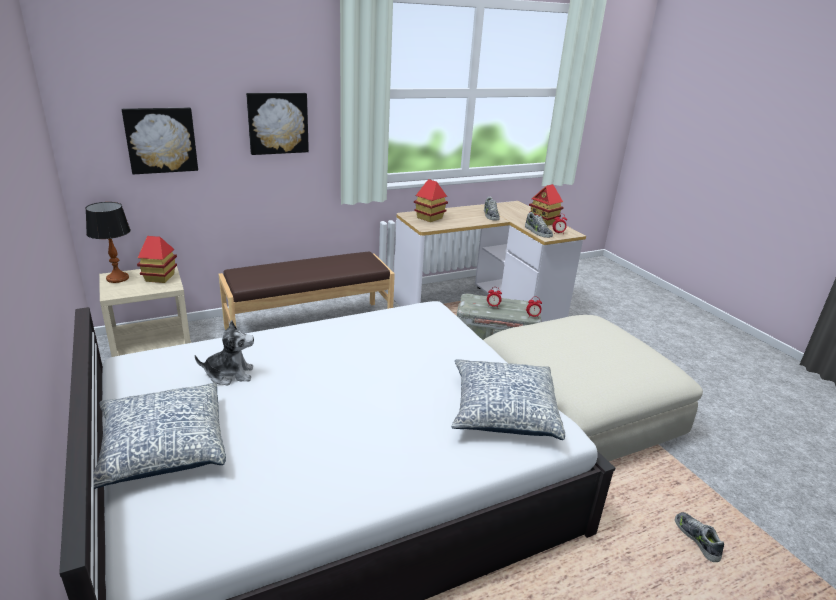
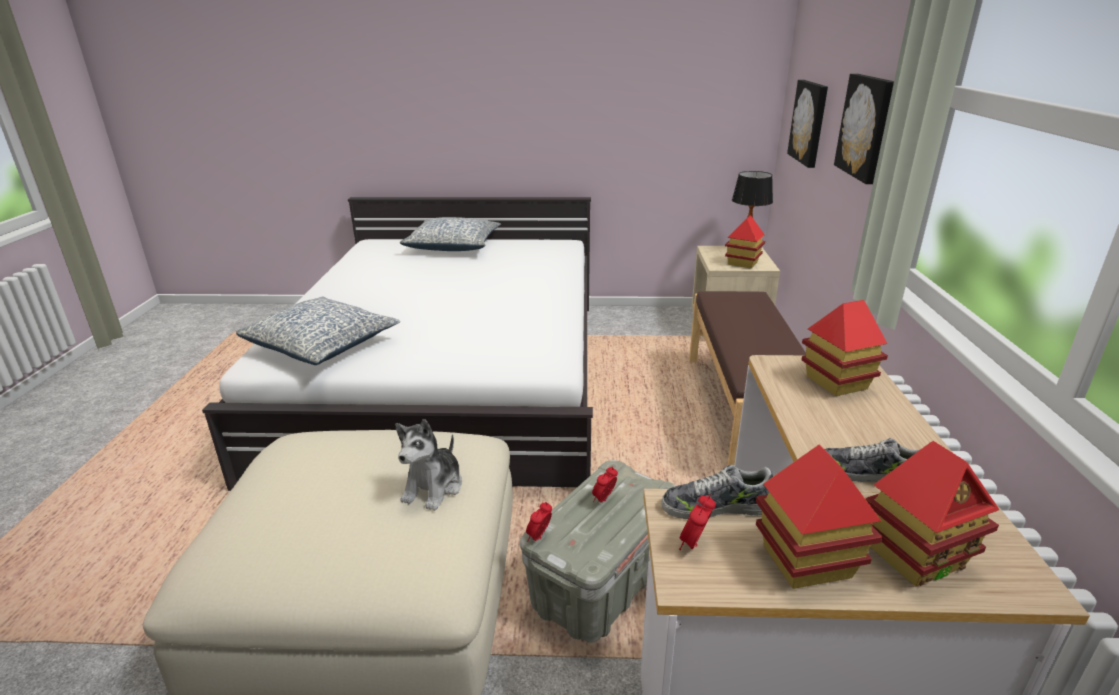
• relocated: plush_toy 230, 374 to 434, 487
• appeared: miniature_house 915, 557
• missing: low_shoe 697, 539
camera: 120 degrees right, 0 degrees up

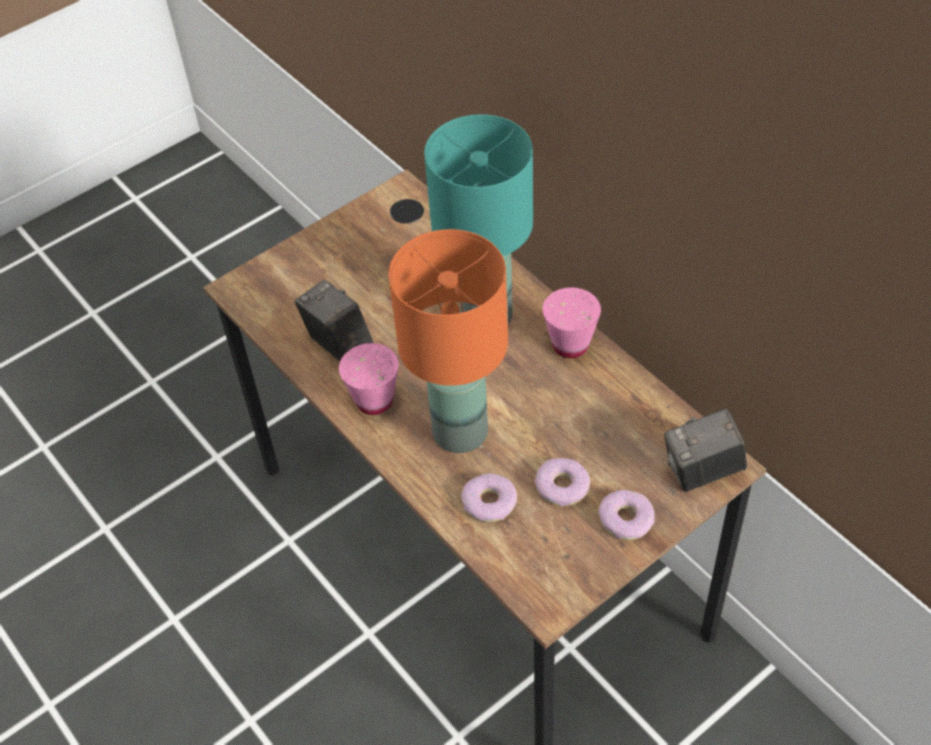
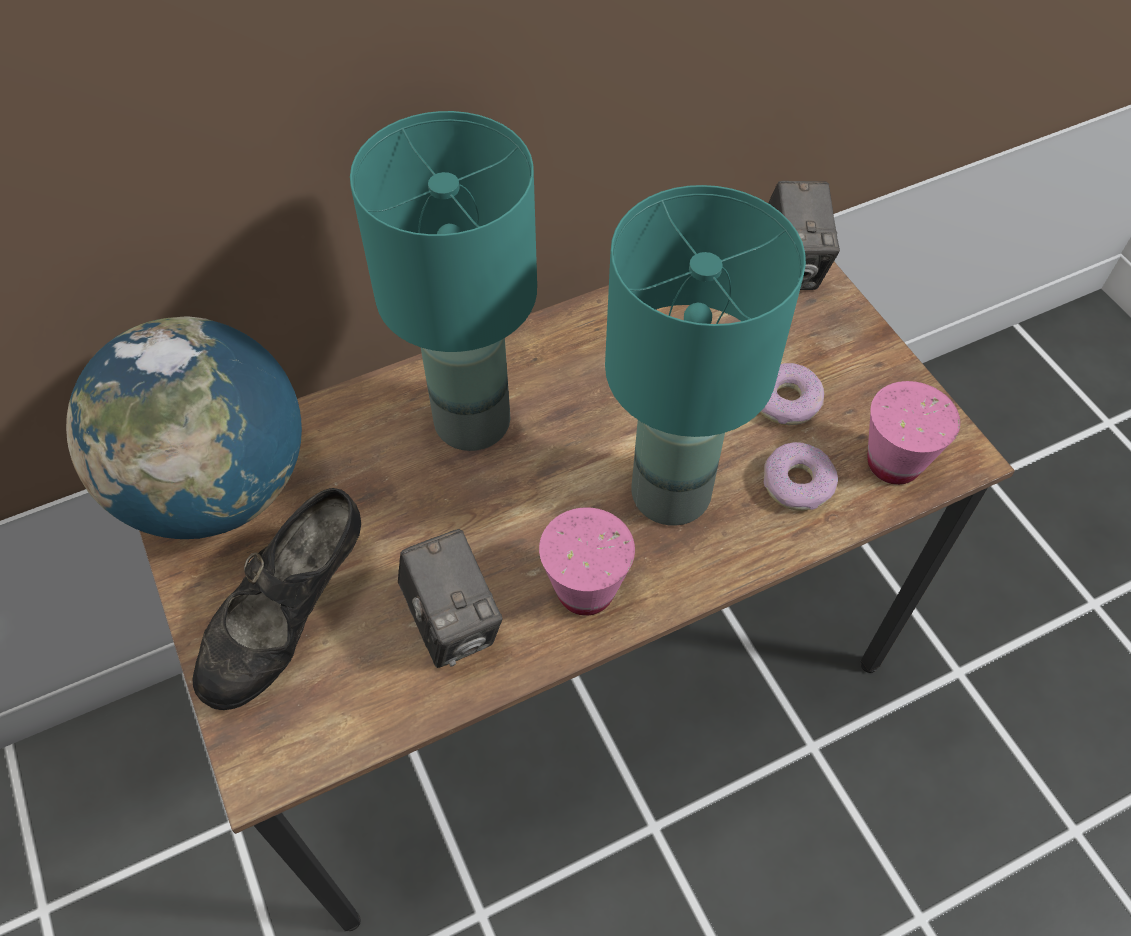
• appeared: world_globe 218, 488
• appeared: blackish_low_shoe 289, 621
• spun: still_camera 337, 343 = 453, 622 90 degrees counterclockwise
• colour: orange_tabletop_lamp 458, 431 to blue-green_tabletop_lamp 670, 495
• relocated: pinkish_cup 570, 345 to 893, 463
• missing: ring_doughnut 626, 519
camera: 80 degrees left, 5 degrees up

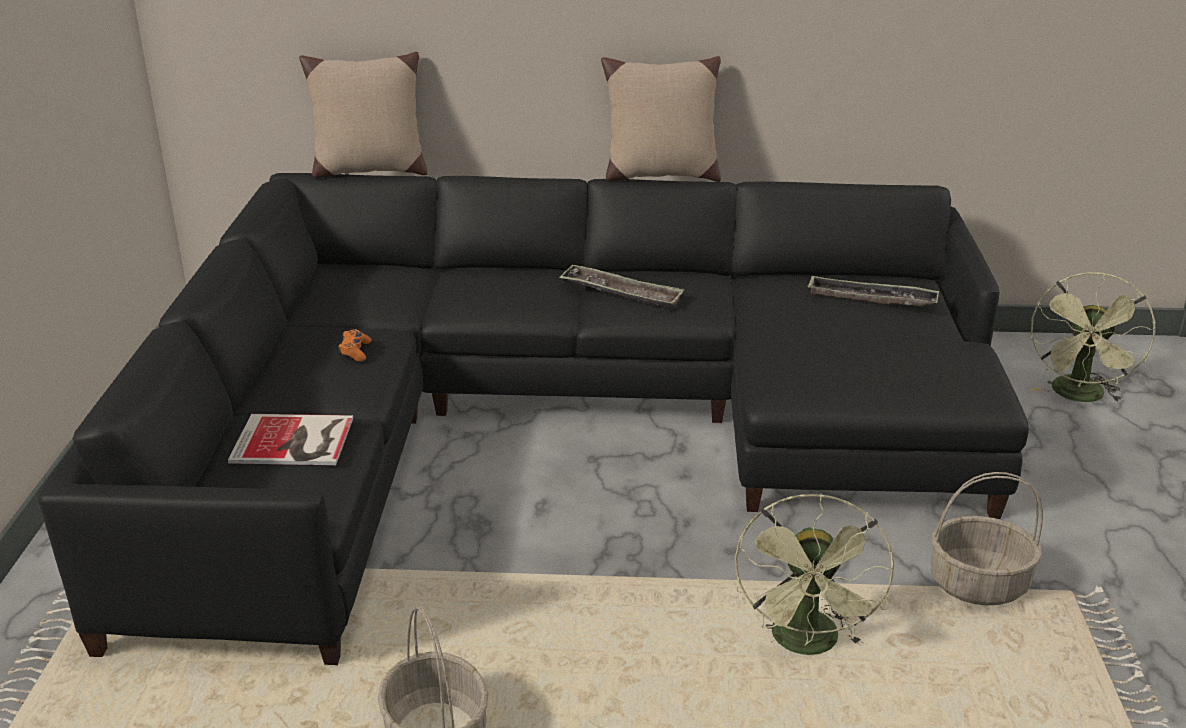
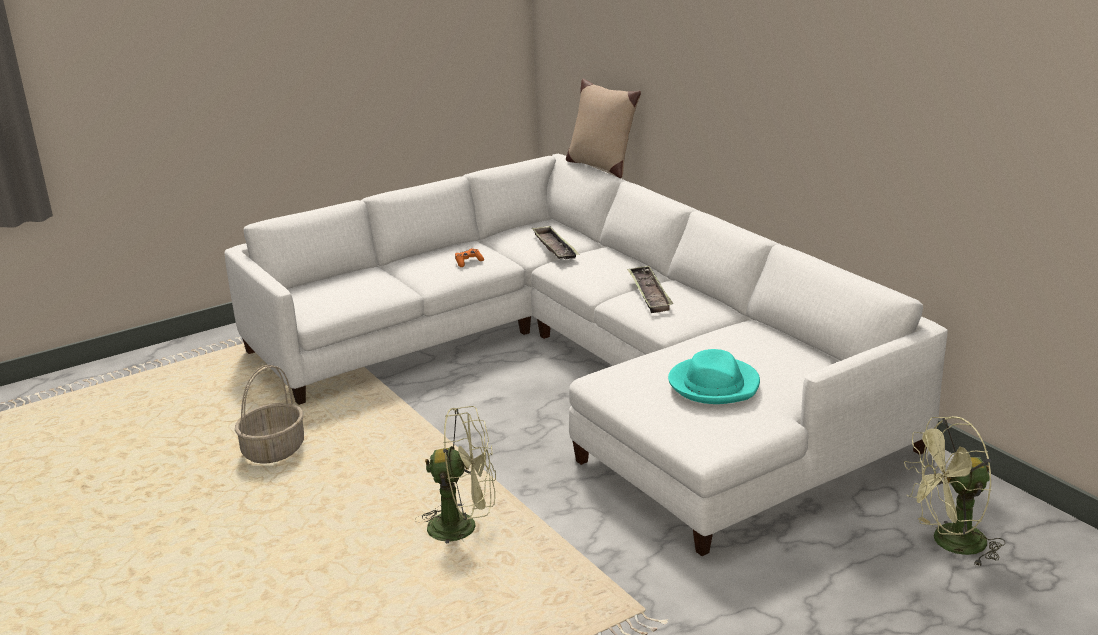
• colour: blackish_couch 553, 423 to whitish_couch 582, 369
• spun: greenish_cooling_fan 807, 645 = 463, 527 150 degrees counterclockwise
• relocated: tray 871, 298 to 554, 247
• appeared: blue-green_clothing_hat 714, 384
• missing: bound_book 295, 441
• missing: beige_cushion 660, 175
• missing: storage_basket 979, 584
camera: 55 degrees right, 5 degrees down

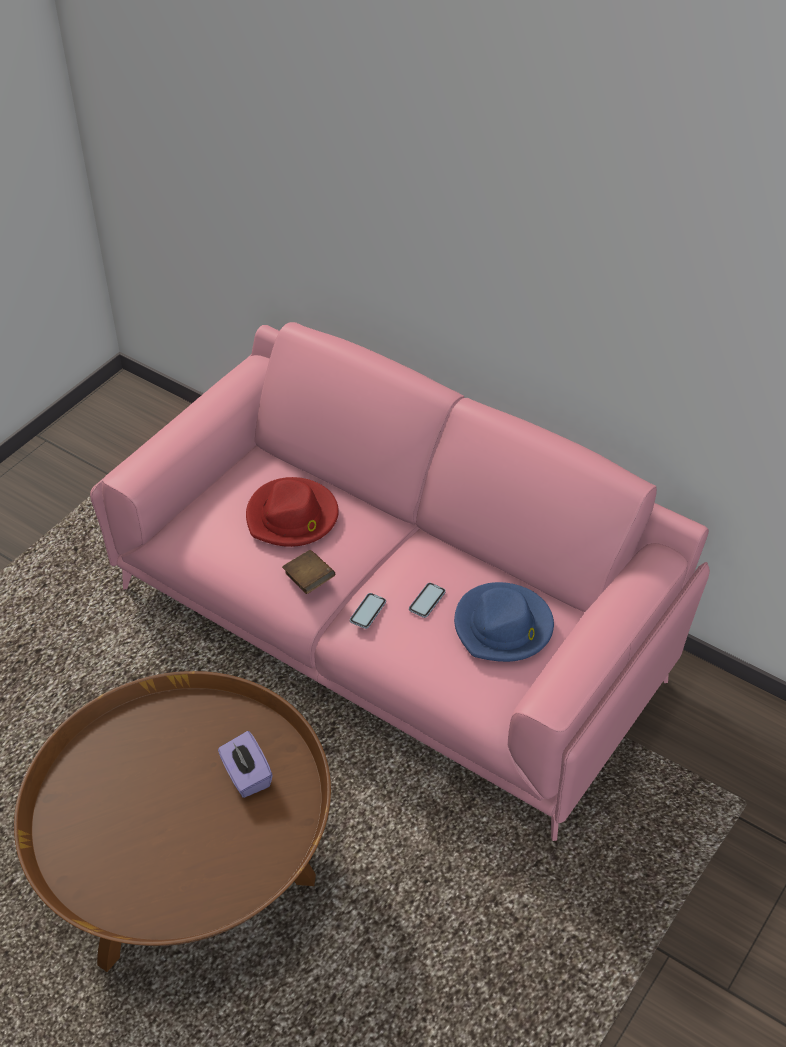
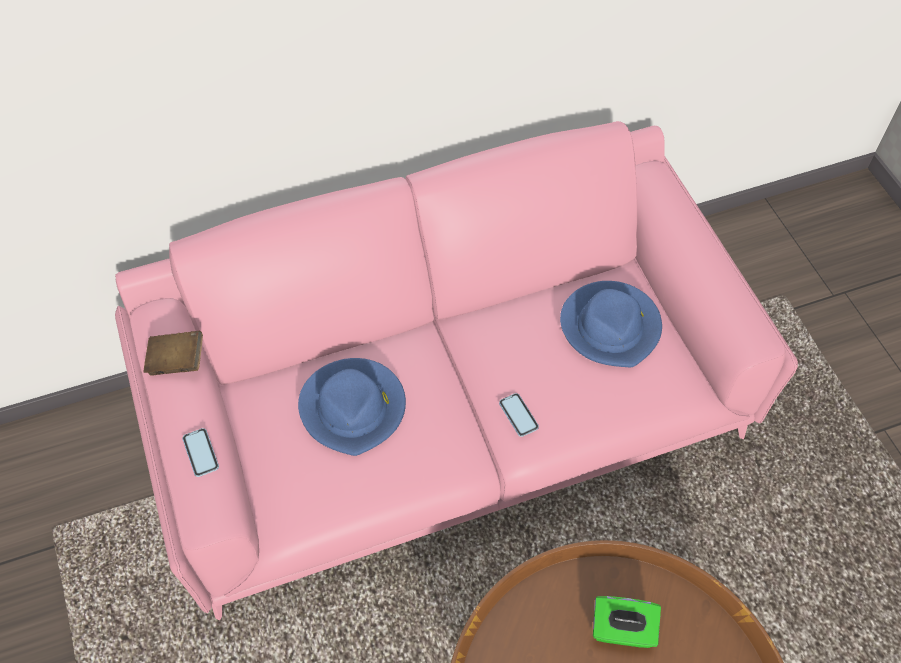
• relocated: brown_bound_book 309, 580 to 177, 361
• relocated: phone 427, 601 to 201, 453
• colour: reddish_clothing_hat 292, 517 to blue_clothing_hat 353, 408
• colour: purple_box_of_tissues 246, 776 to greenish_box_of_tissues 622, 630
camera: 55 degrees left, 10 degrees up

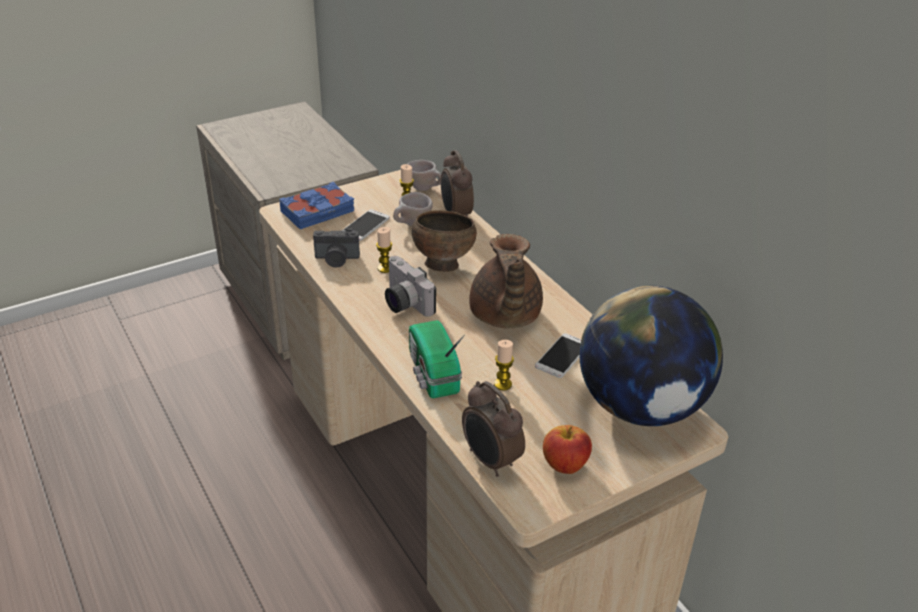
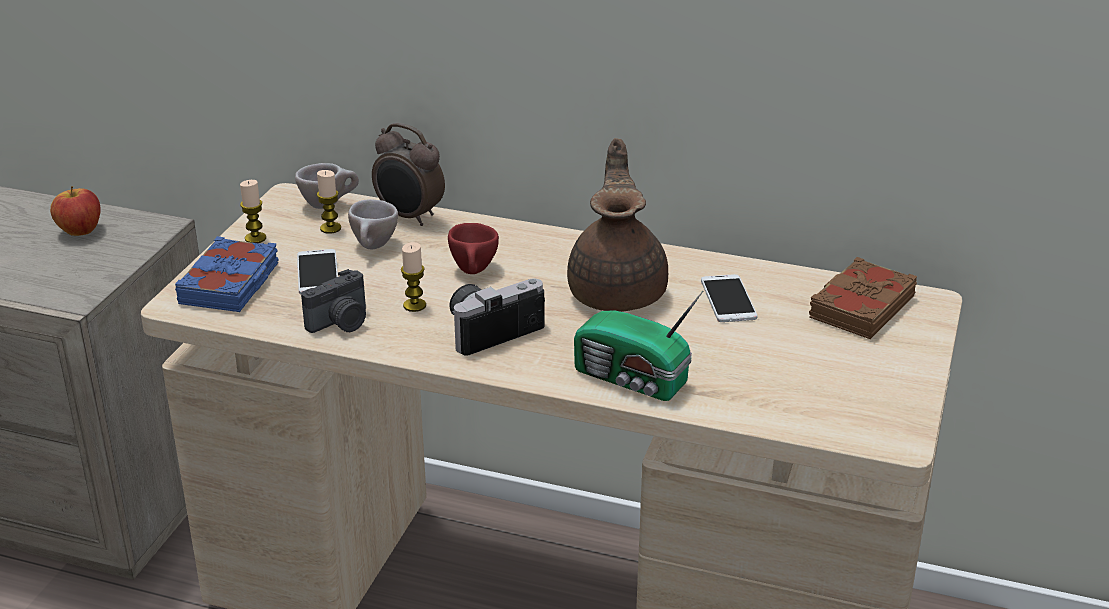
• relocated: whole_apple 565, 465 to 80, 231
• relocated: wax_candle 502, 384 to 255, 238
• exchanged: brown_serving_bowl 442, 265 to reddish_cup 474, 273
• spun: still_camera 403, 302 = 491, 329 135 degrees clockwise
• spun: brown_tea_pot 504, 316 = 618, 291 135 degrees counterclockwise
• exchanged: world_globe 641, 407 to brown_bound_book 860, 307
• missing: table_clock 490, 461
camera: 40 degrees left, 5 degrees down

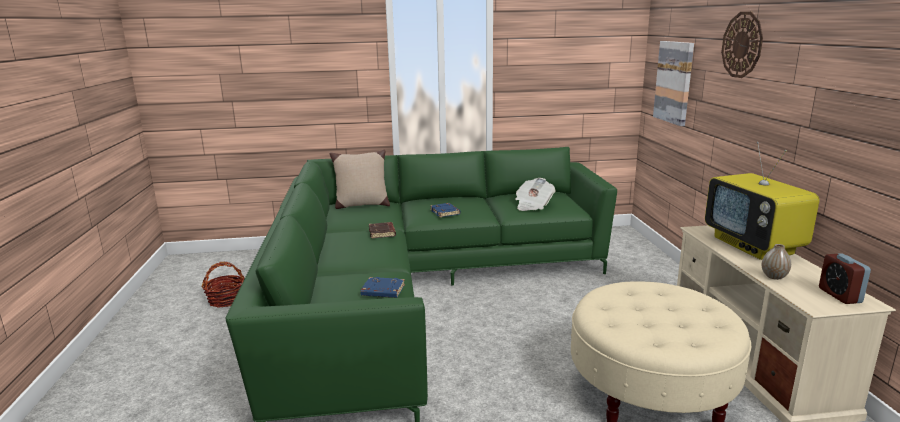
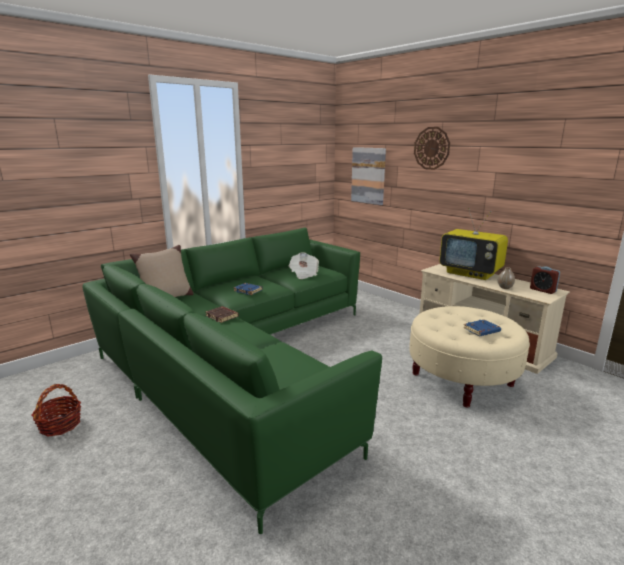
• relocated: blue_bound_book 382, 291 to 482, 330
camera: 35 degrees left, 0 degrees up

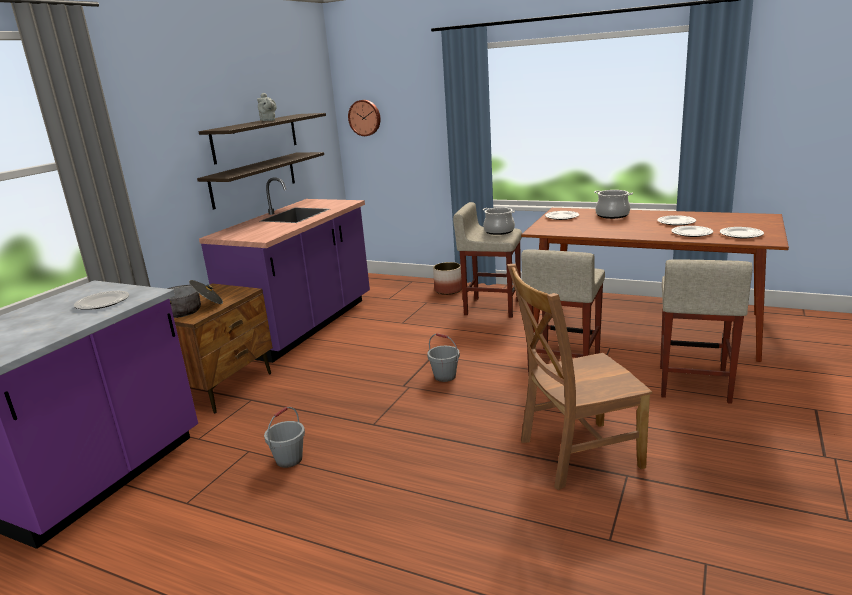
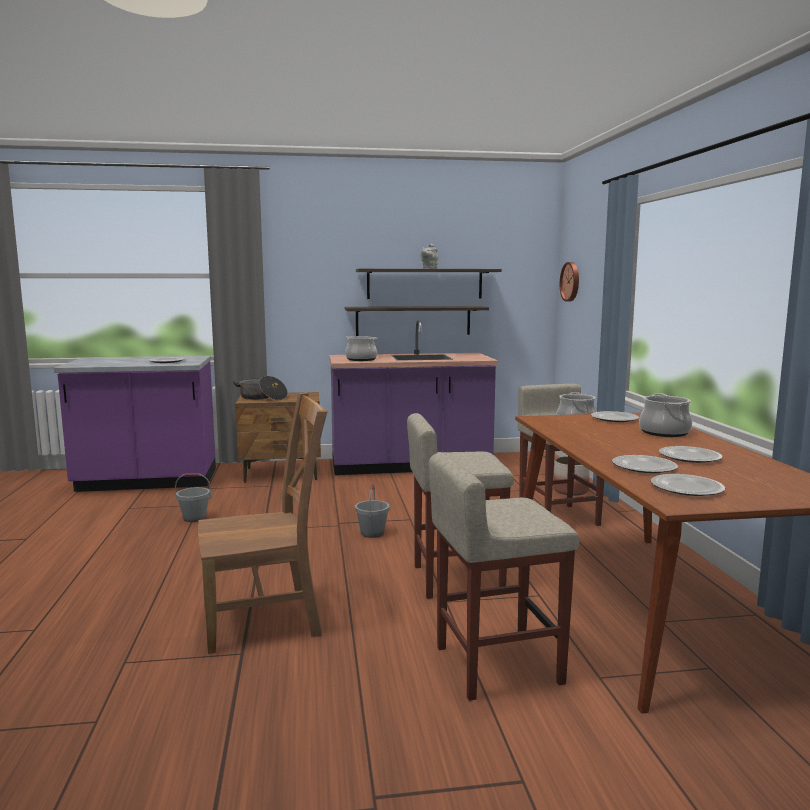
• spun: brown_plain_chair 575, 454 = 267, 619 120 degrees clockwise
• appeared: cooking_pot 361, 359
camera: 55 degrees right, 10 degrees down

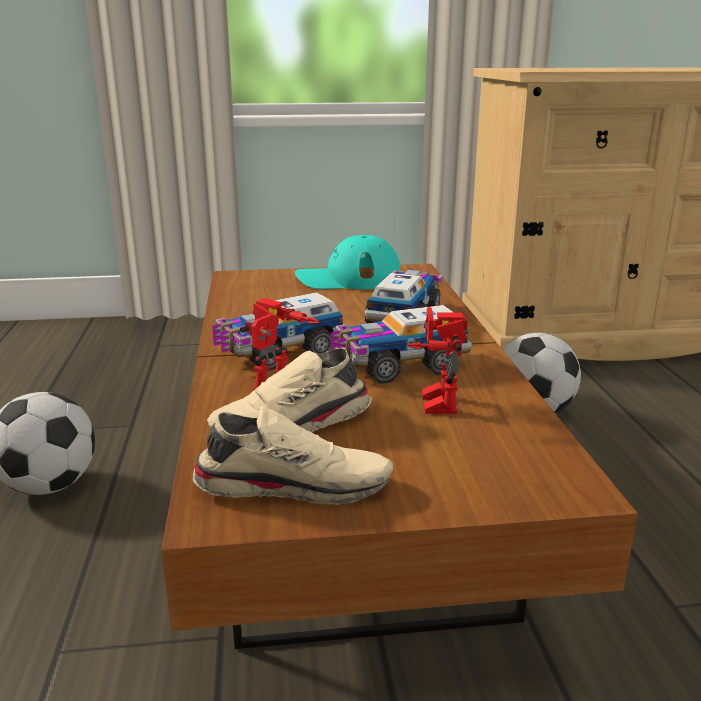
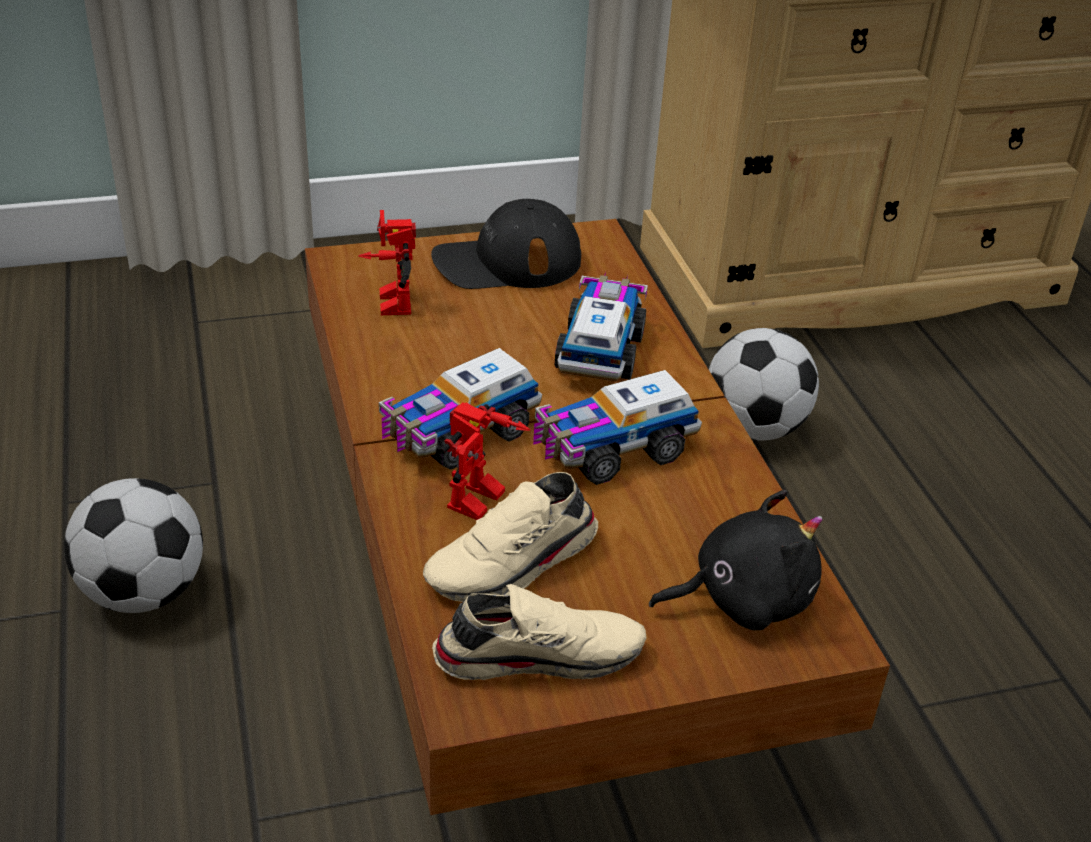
• relocated: model_robot 431, 401 to 388, 301
• colour: blue-green_peaked_cap 348, 278 to blackish_peaked_cap 506, 262
• appeared: blackish_plush_toy 742, 599
camera: 10 degrees left, 15 degrees up

